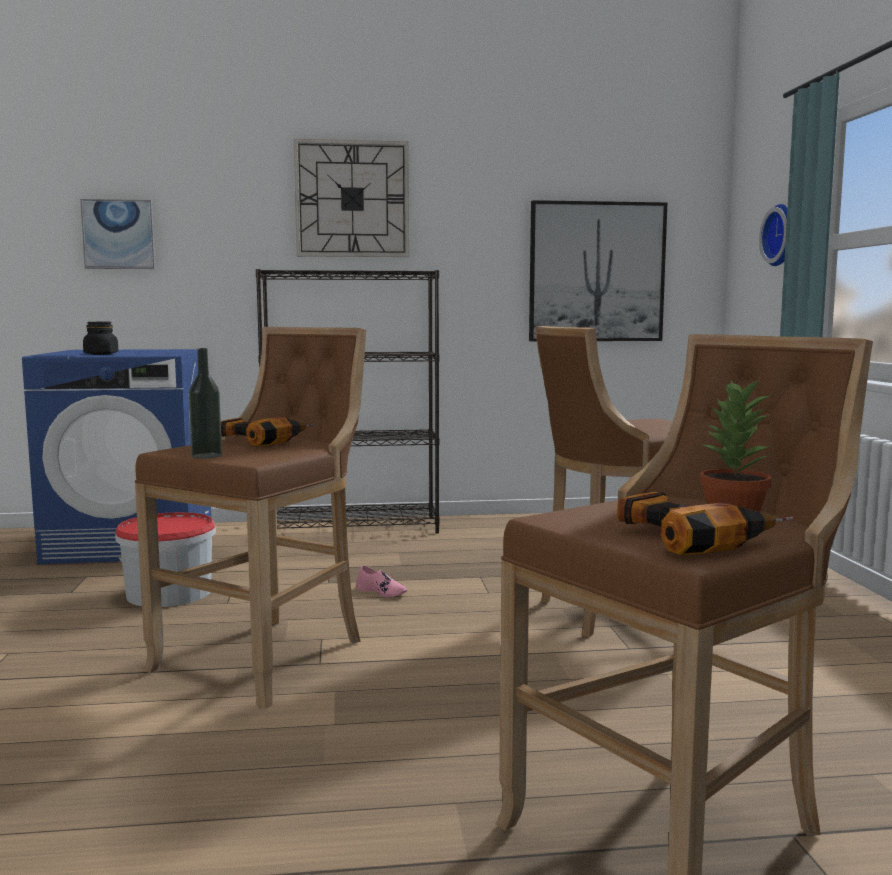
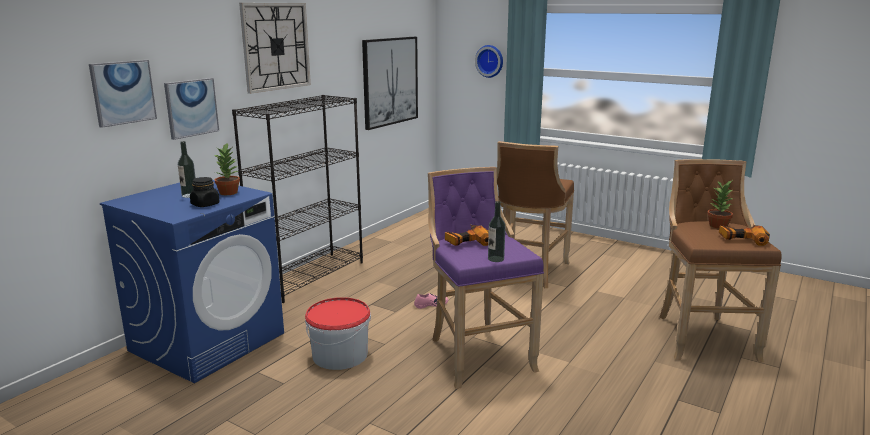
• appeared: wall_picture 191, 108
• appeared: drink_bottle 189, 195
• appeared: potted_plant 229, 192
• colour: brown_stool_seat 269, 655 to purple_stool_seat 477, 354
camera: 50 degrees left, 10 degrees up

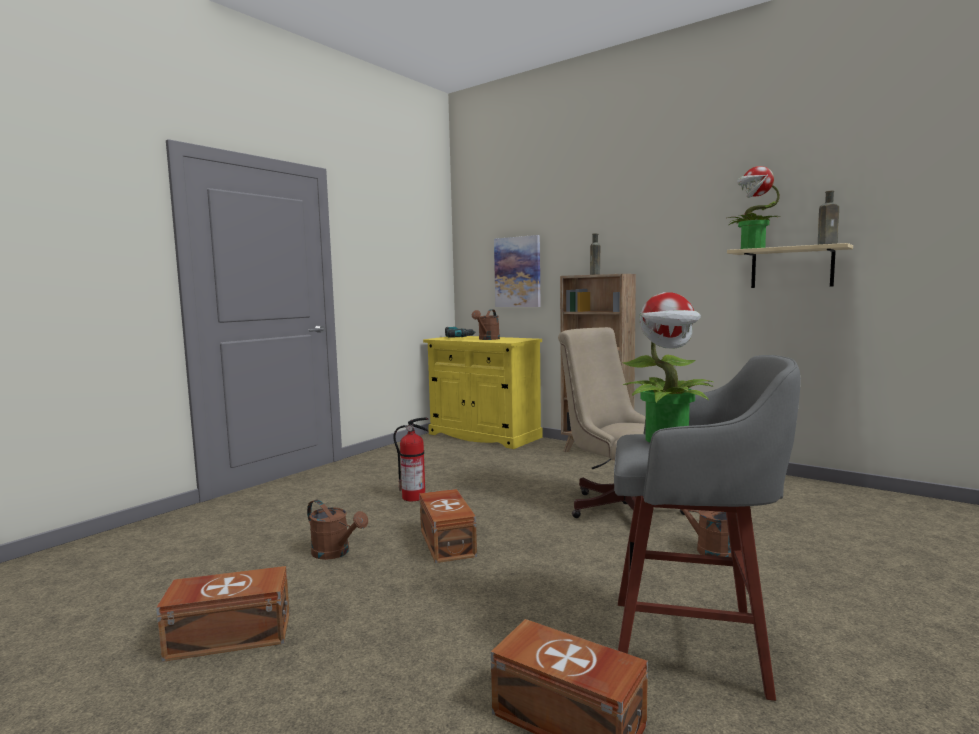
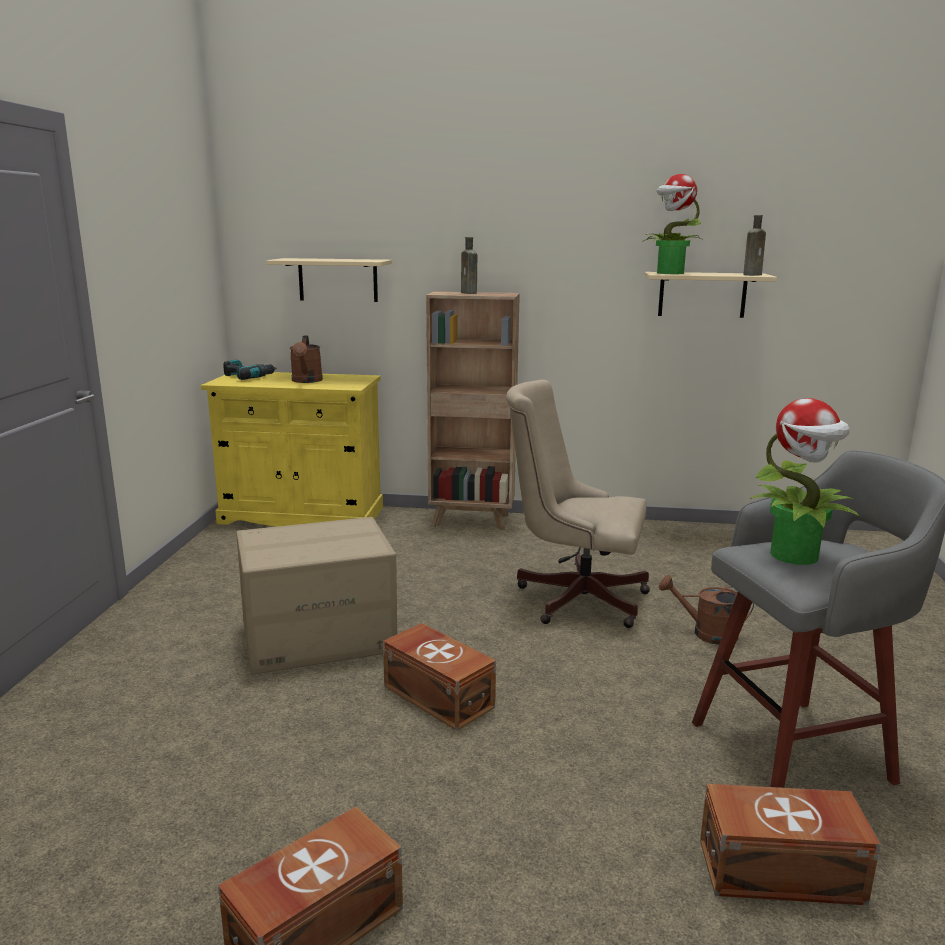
• exchanged: fire-fighting_cylinder 414, 497 to carton 318, 637
• exchanged: wall_picture 518, 272 to beige_wall_shelf 338, 280
• missing: brown_sprinkling_can 336, 553
camera: 30 degrees left, 10 degrees up

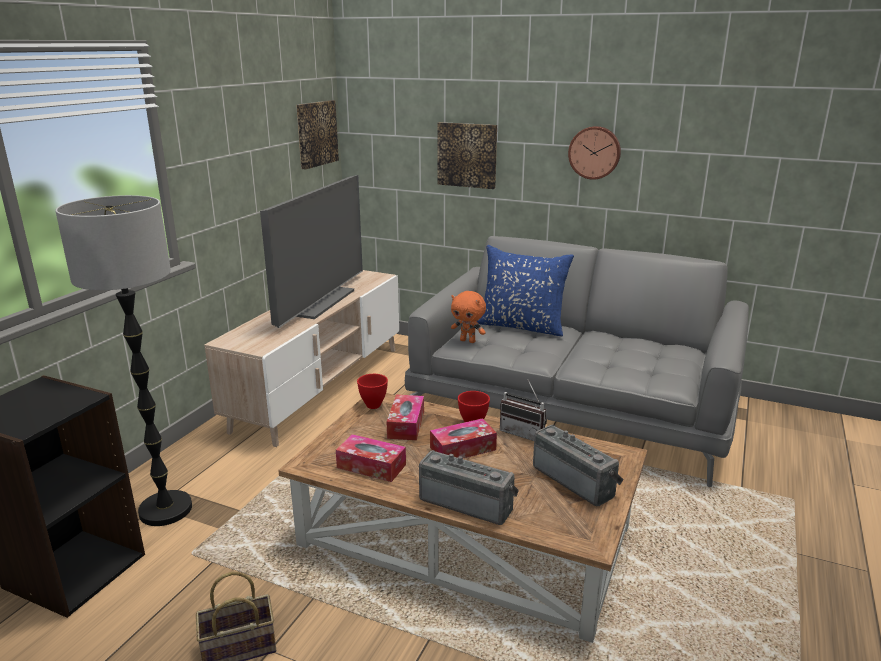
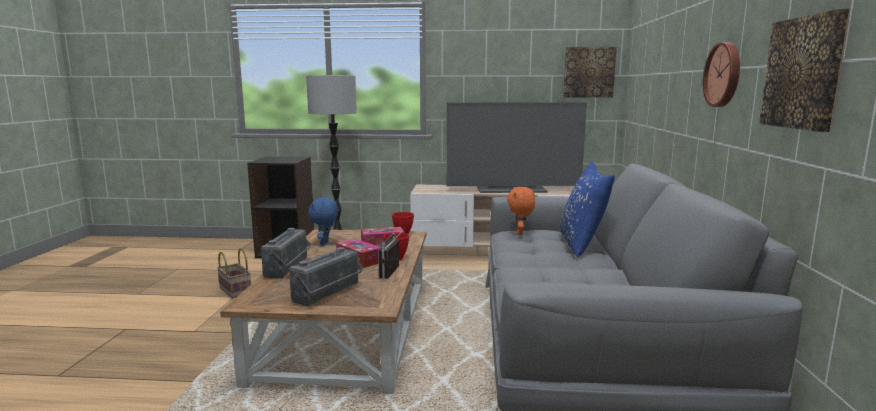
• exchanged: box_of_tissues 371, 466 to blue_plush_toy 325, 243
• relocated: wall_picture 467, 155 to 804, 73
camera: 70 degrees right, 10 degrees down

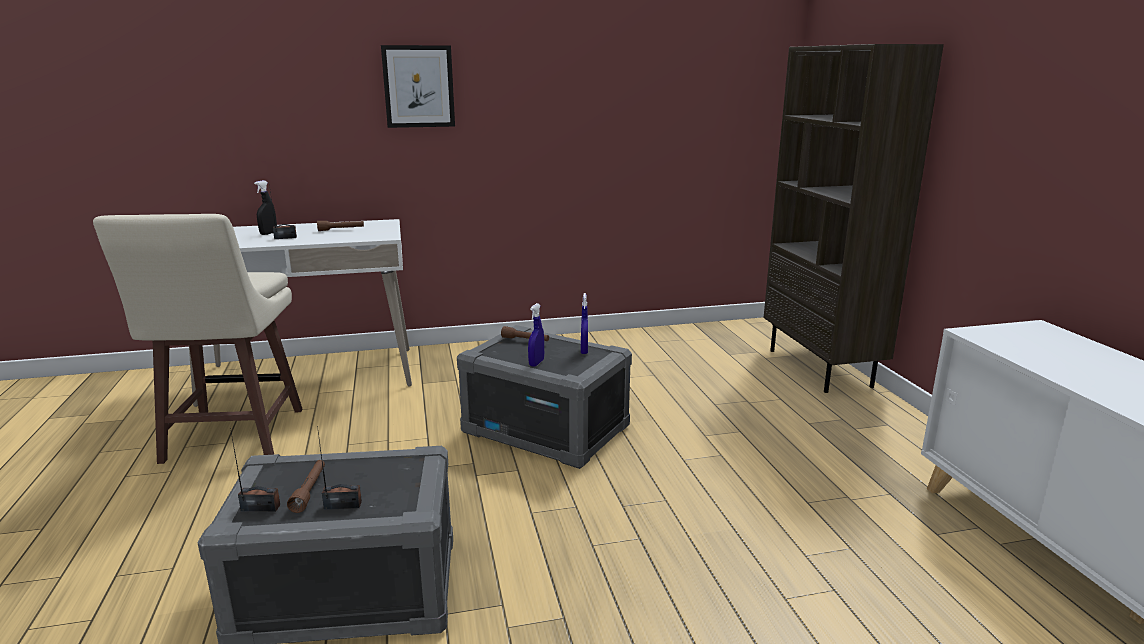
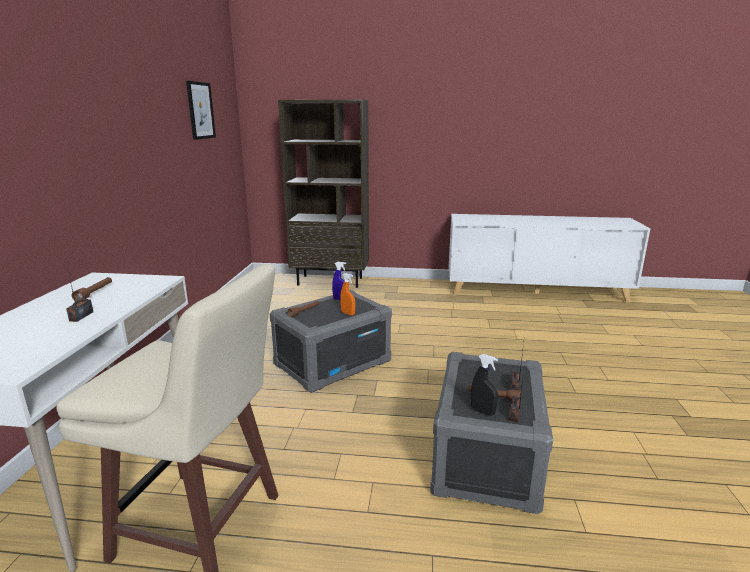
• relocated: wall_picture 418, 86 to 200, 110
• colour: blue_sprayer 536, 363 to orange_sprayer 348, 313
• relocated: blackish_sprayer 268, 233 to 482, 411
camera: 70 degrees left, 0 degrees up

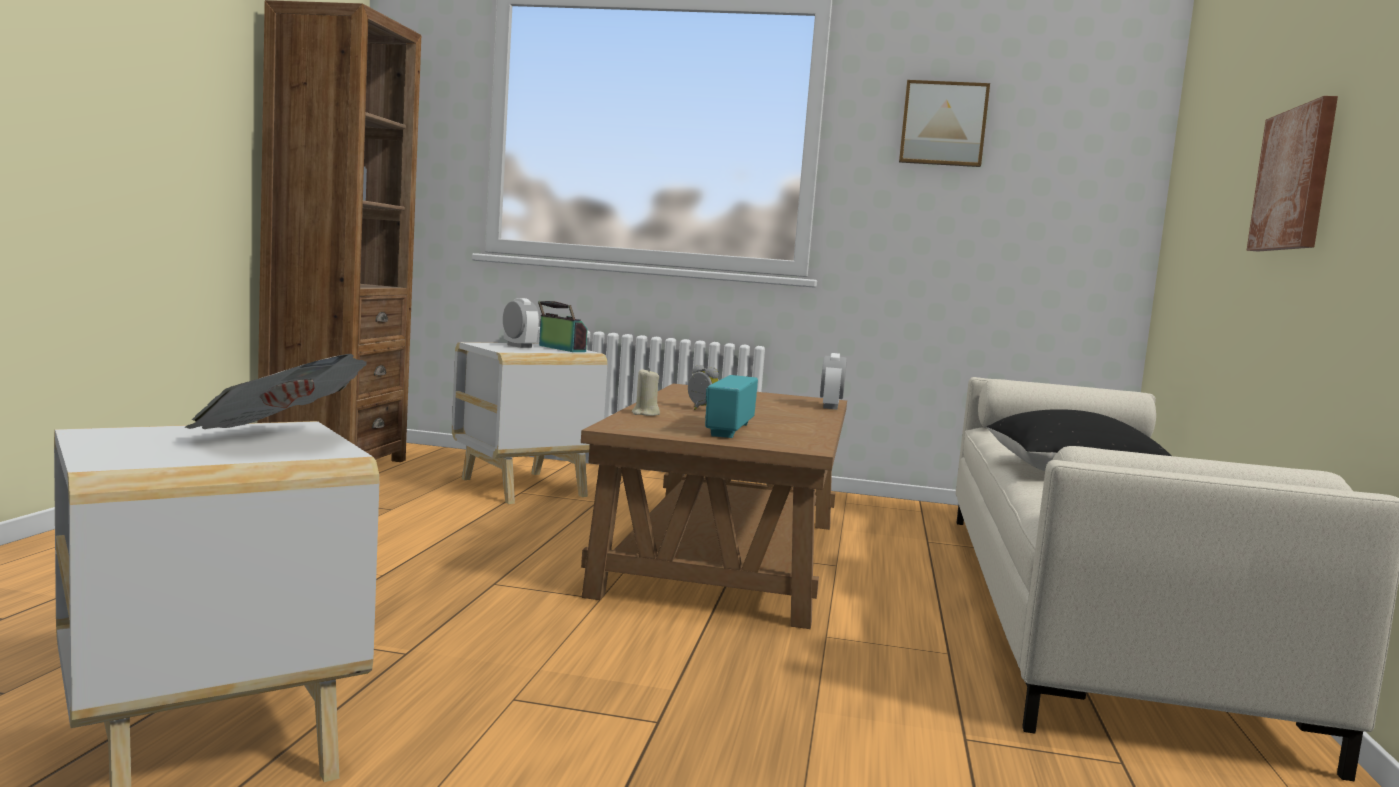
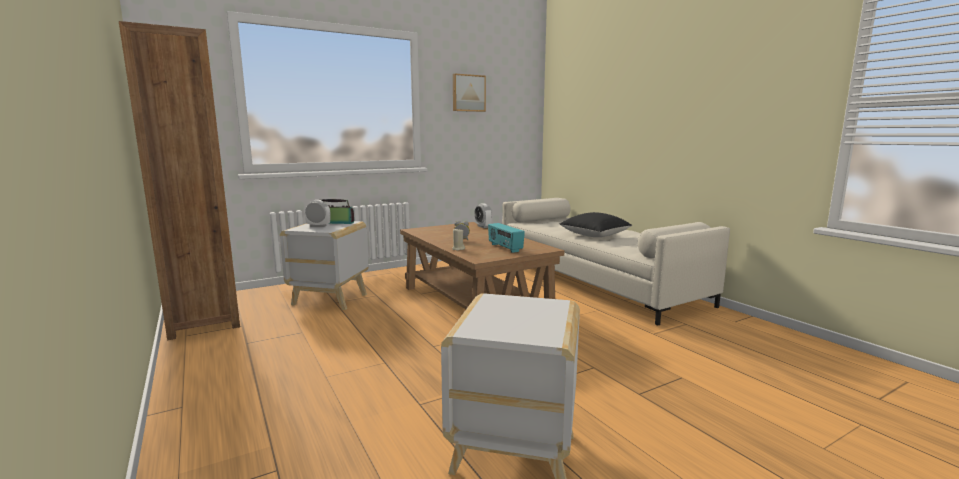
• missing: printed_paper 276, 439
• missing: wall_picture 1295, 179
camera: 40 degrees left, 5 degrees up

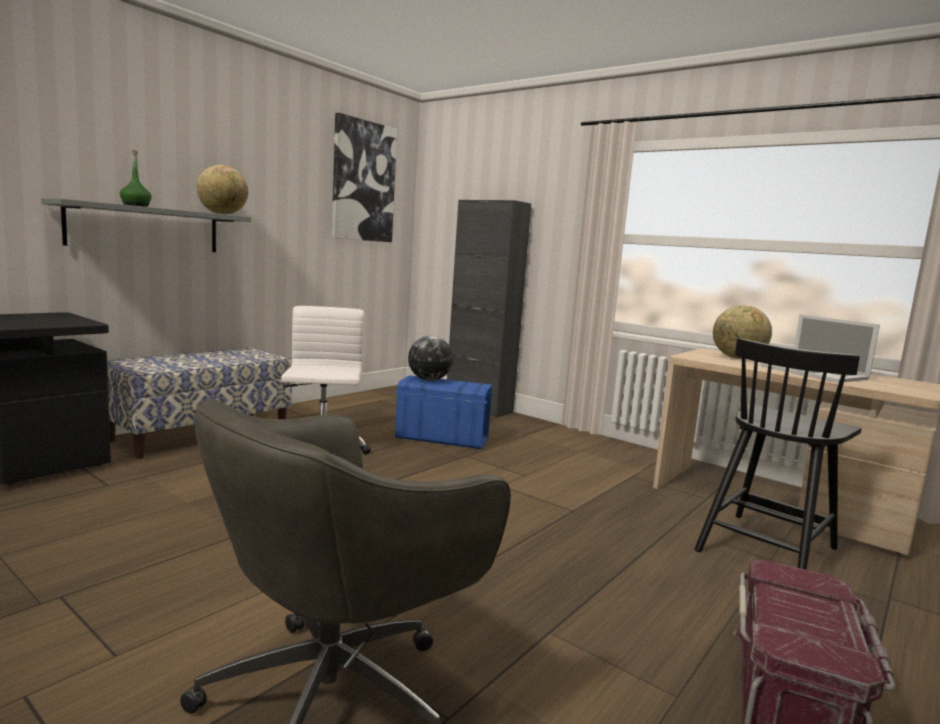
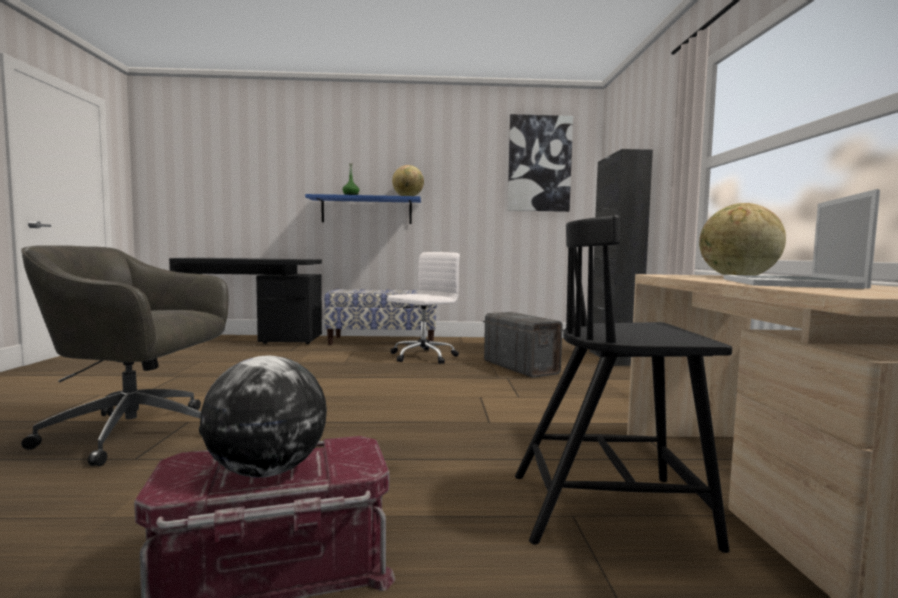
• relocated: world_globe 429, 380 to 267, 471
• colour: gray_wall_shelf 145, 228 to blue_wall_shelf 366, 210
• colour: blue_storage_box 441, 438 to gray_storage_box 520, 367
camera: 50 degrees right, 5 degrees down

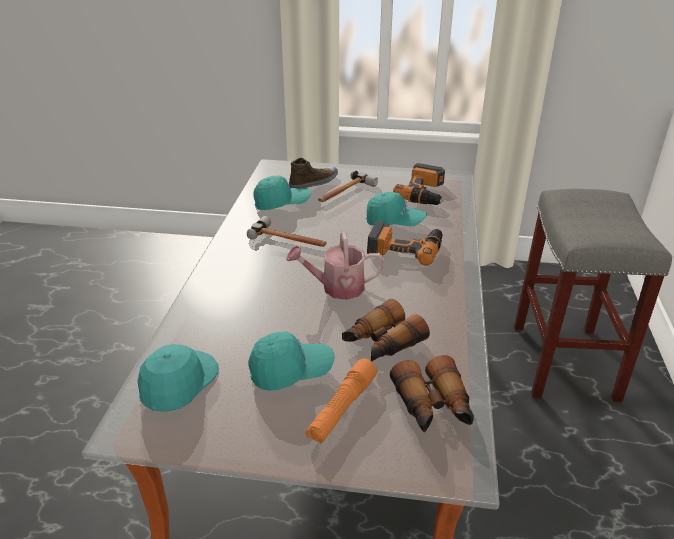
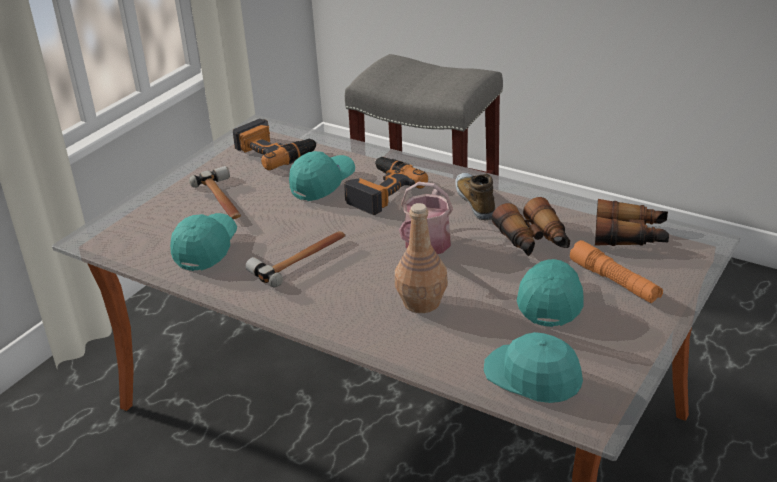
• appeared: brown_drink_bottle 421, 302
• relocated: low_shoe 314, 182 to 476, 201
camera: 65 degrees left, 0 degrees up

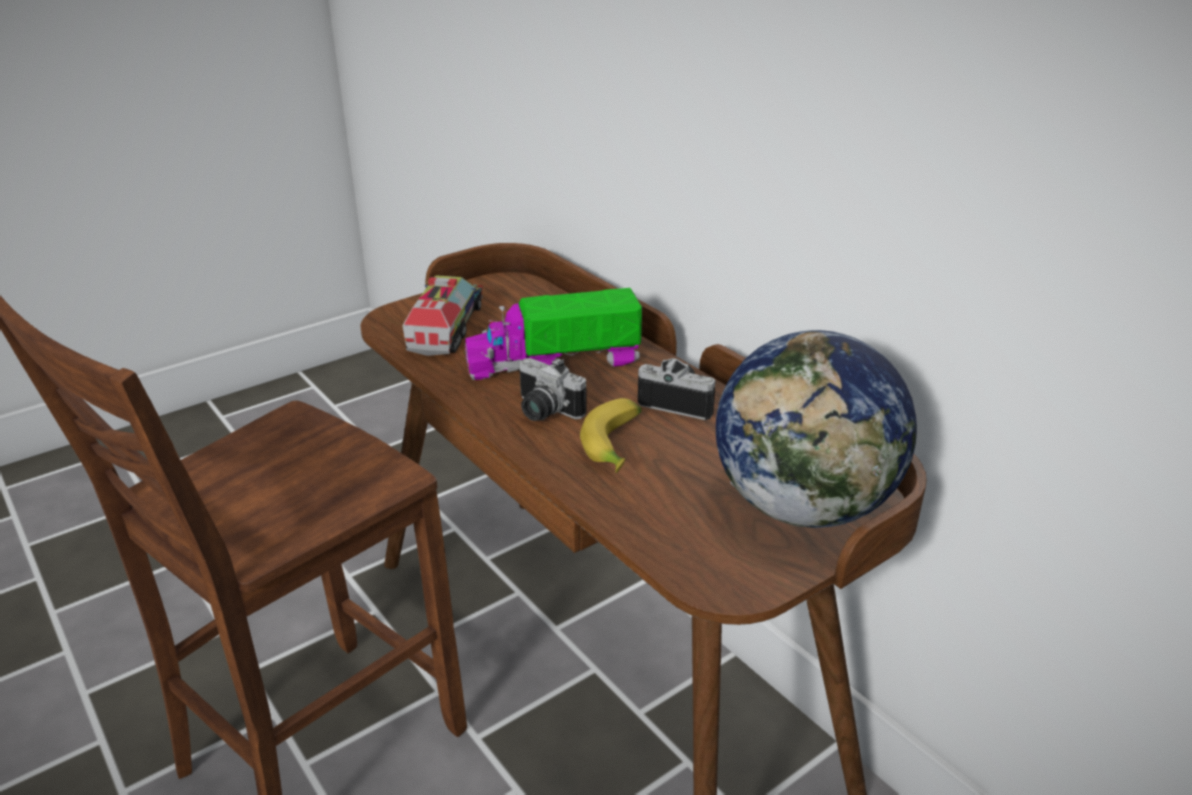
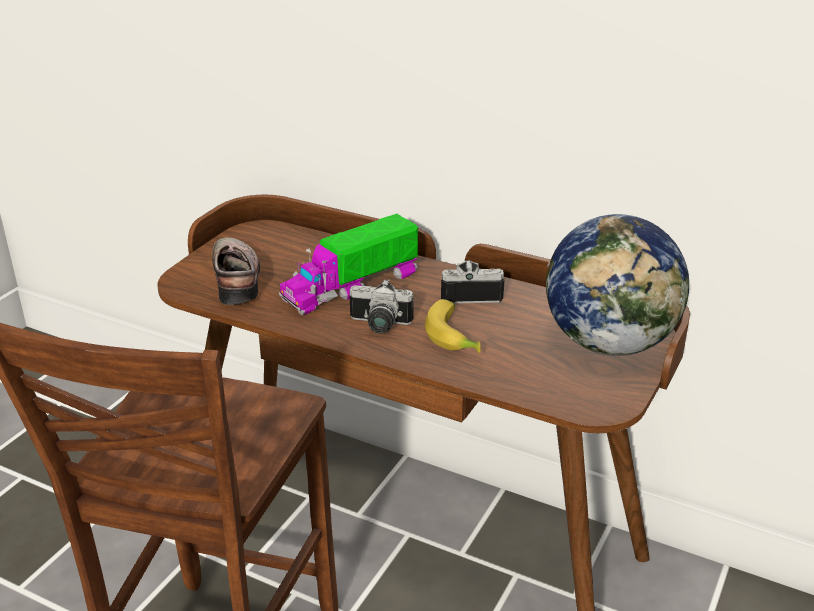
• exchanged: toy_truck 446, 327 to low_shoe 239, 278
camera: 25 degrees left, 0 degrees up

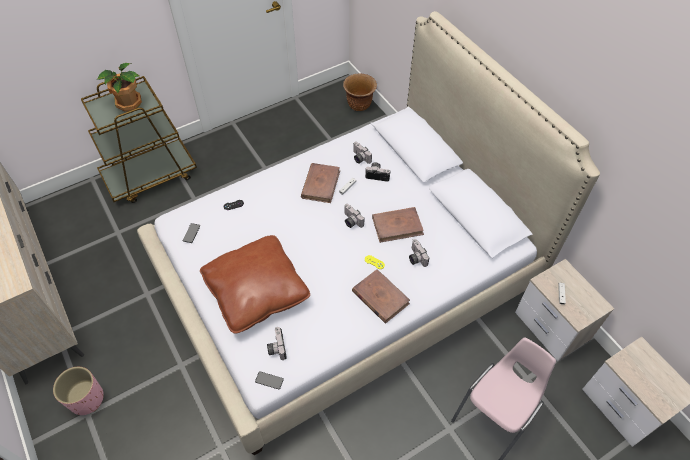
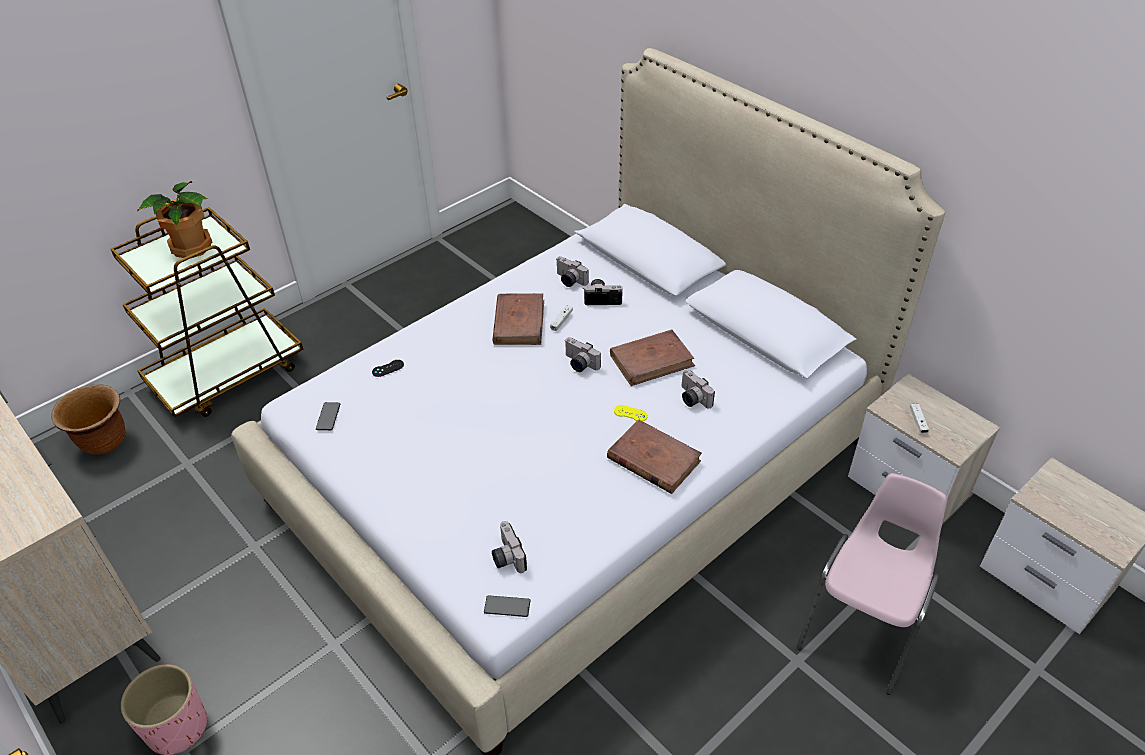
• relocated: brown_flower_pot 359, 105 to 104, 442
• missing: brown_cushion 256, 291
camera: 10 degrees left, 10 degrees down

